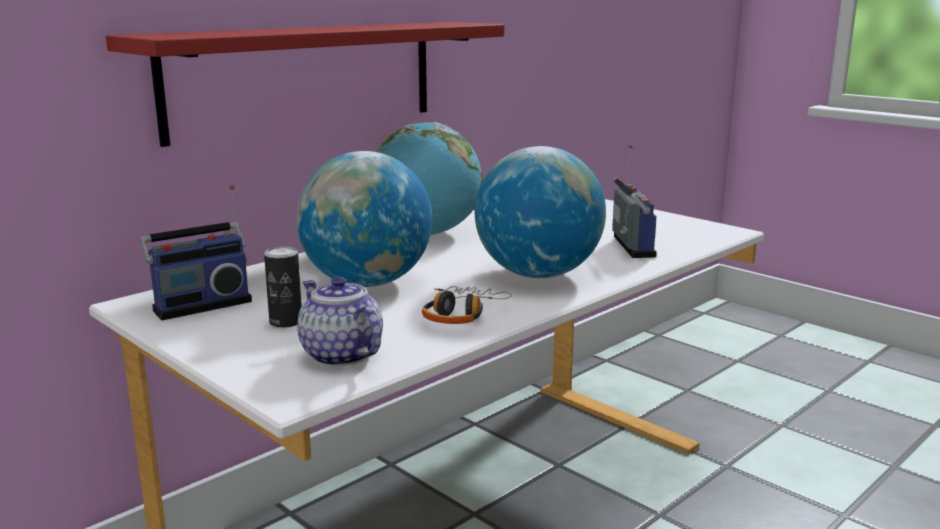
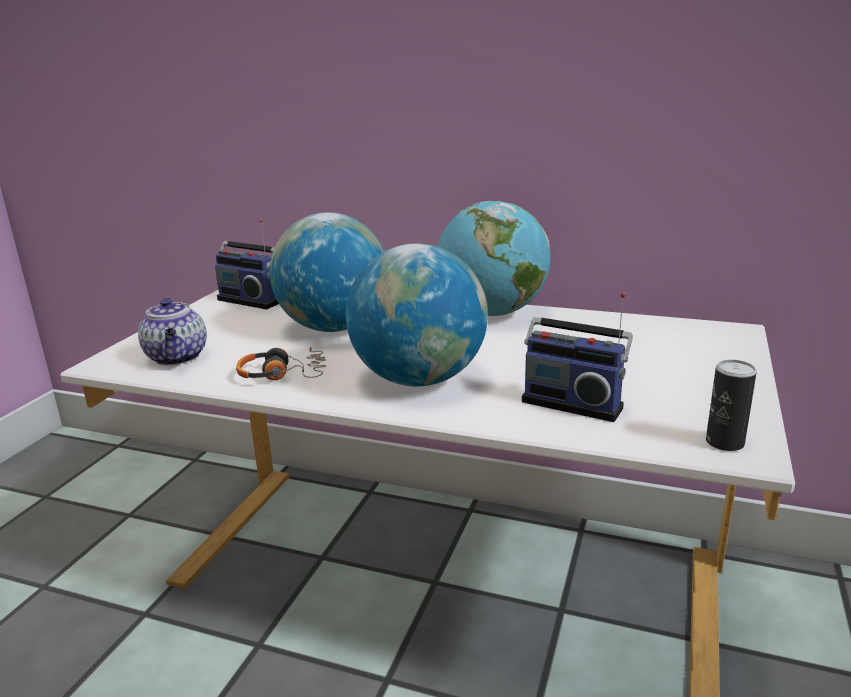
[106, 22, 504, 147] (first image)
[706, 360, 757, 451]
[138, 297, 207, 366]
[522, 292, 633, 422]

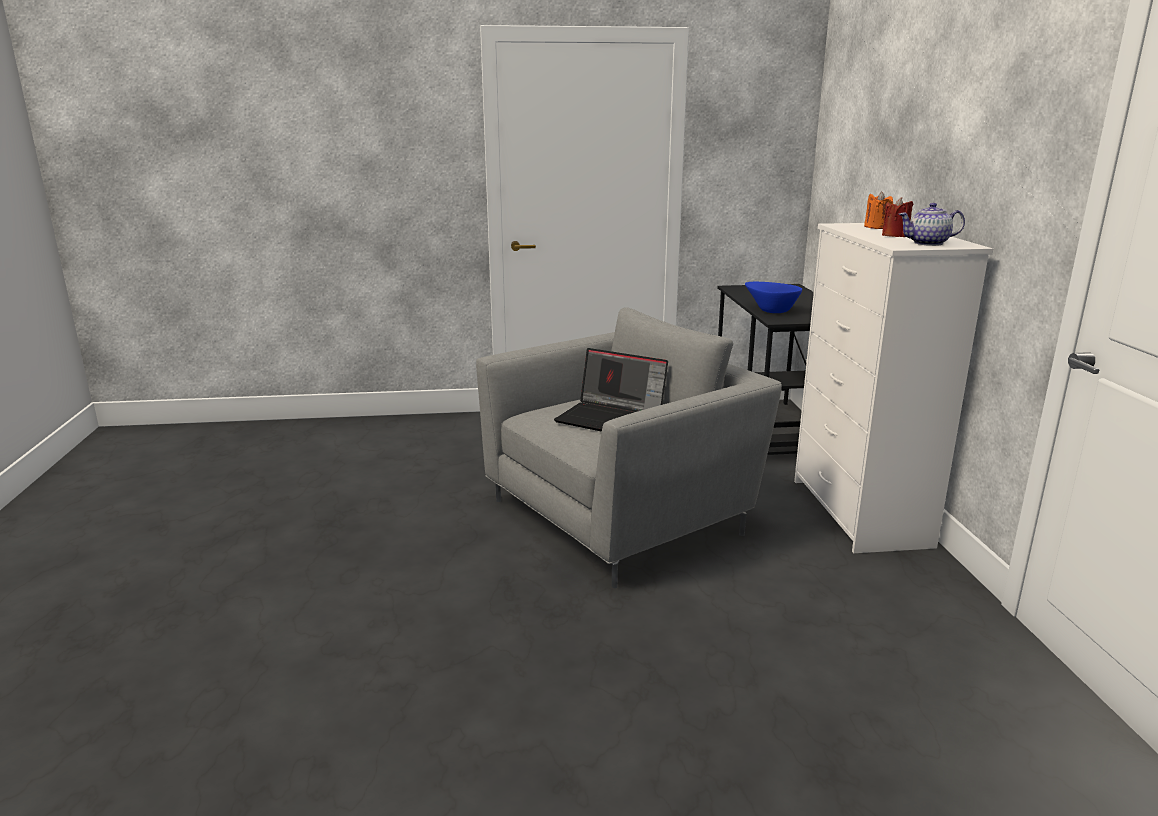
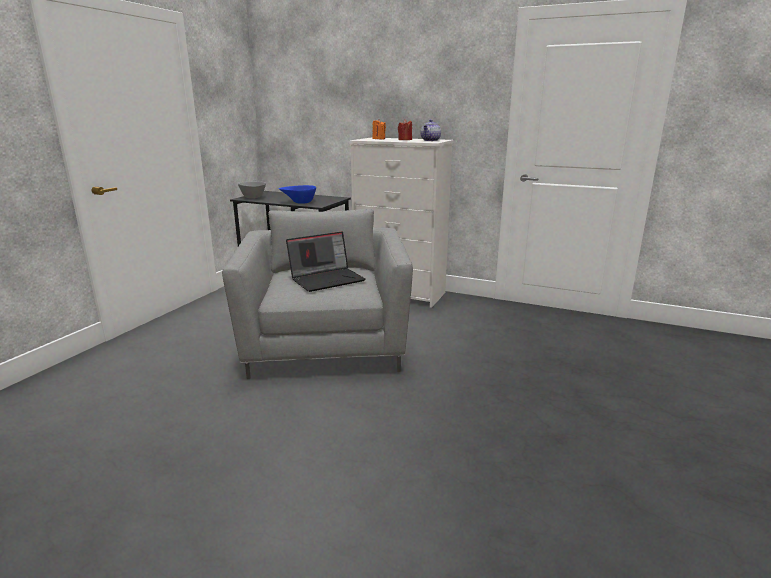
[238, 181, 266, 198]

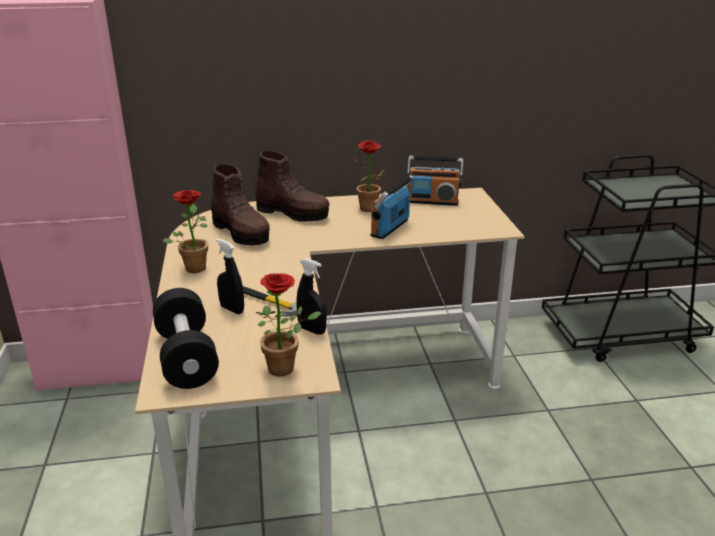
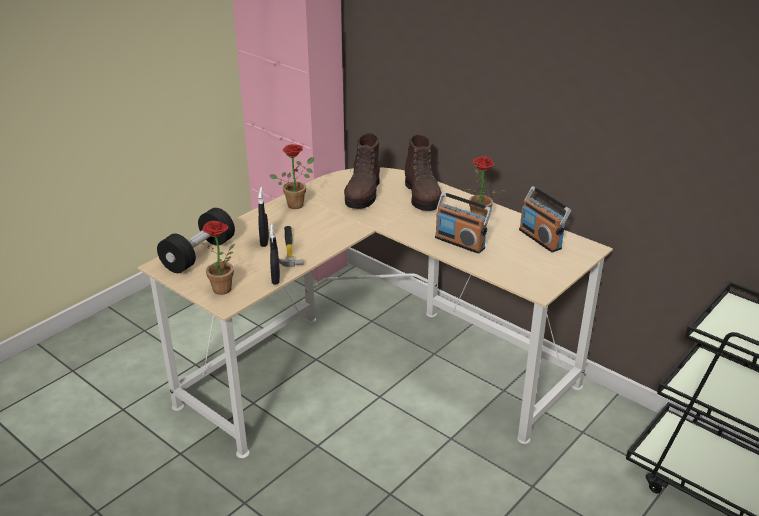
[435, 192, 492, 254]

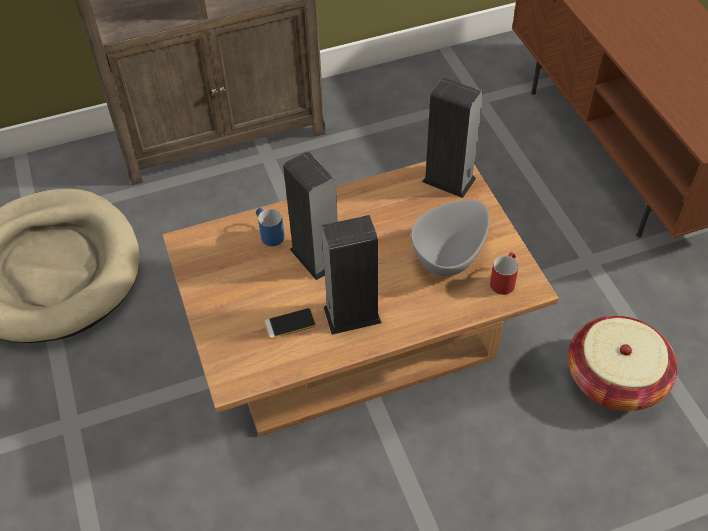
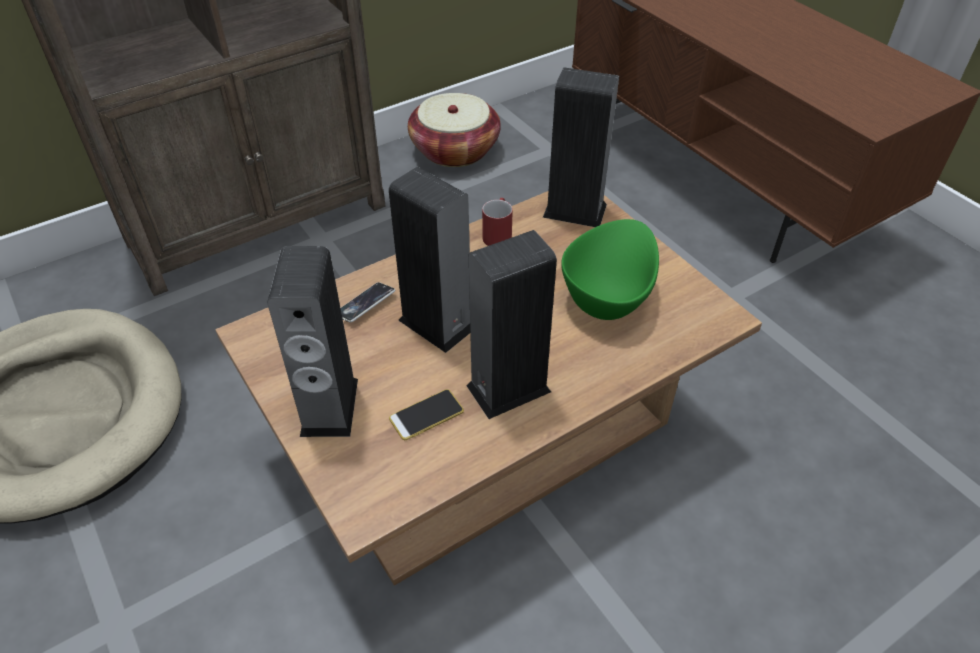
[267, 246, 358, 437]
[482, 198, 513, 246]
[408, 93, 501, 167]
[341, 282, 396, 323]
[561, 219, 659, 320]

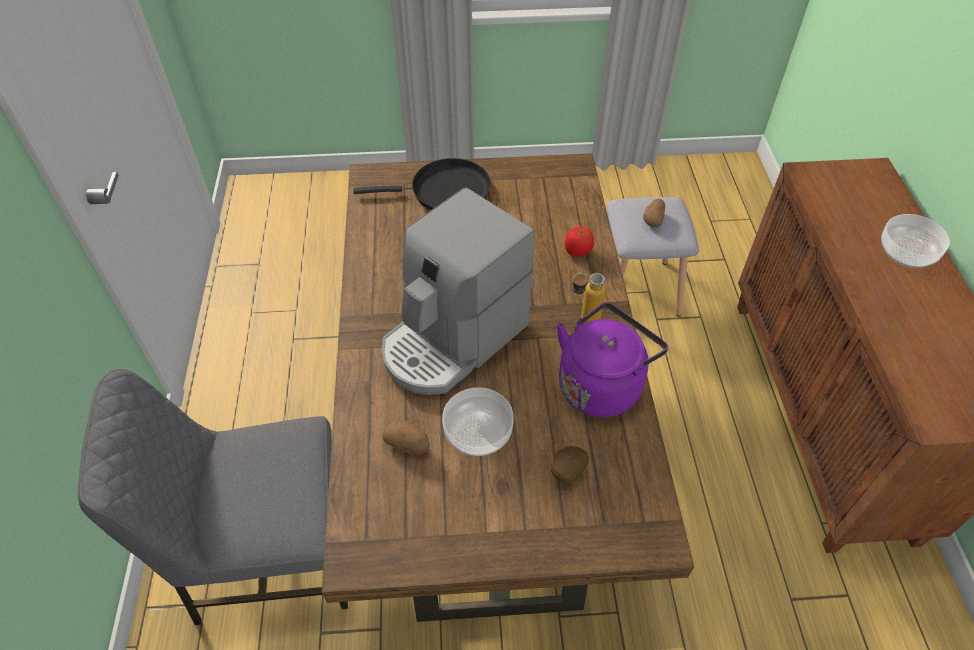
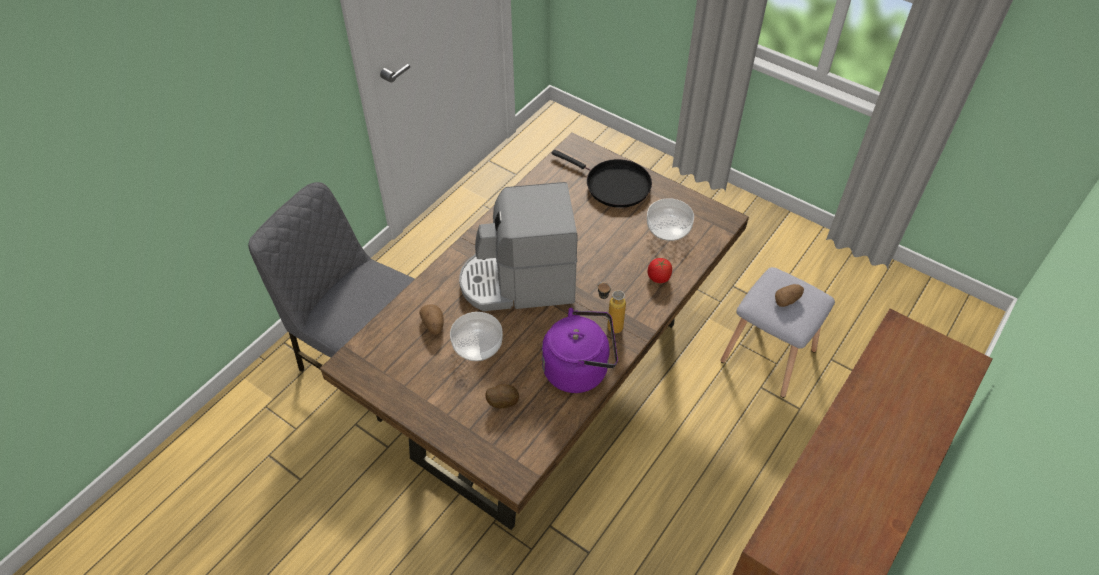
[647, 198, 694, 241]

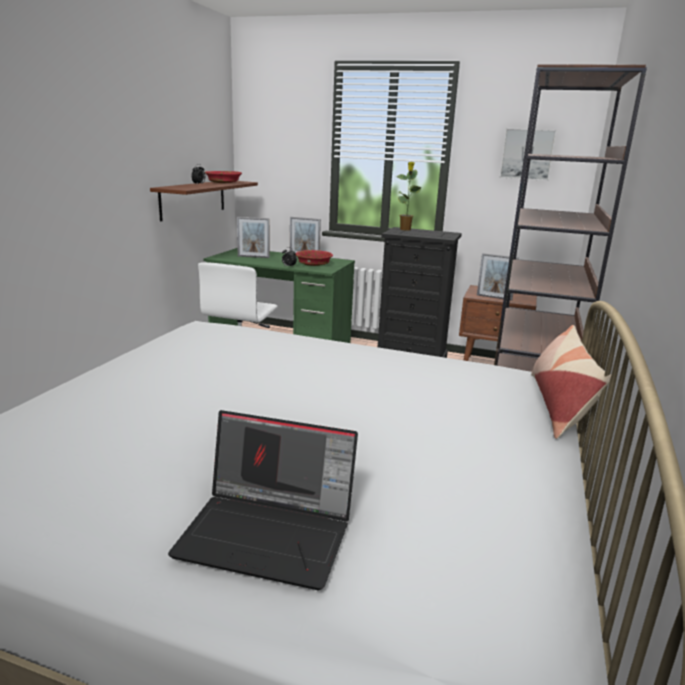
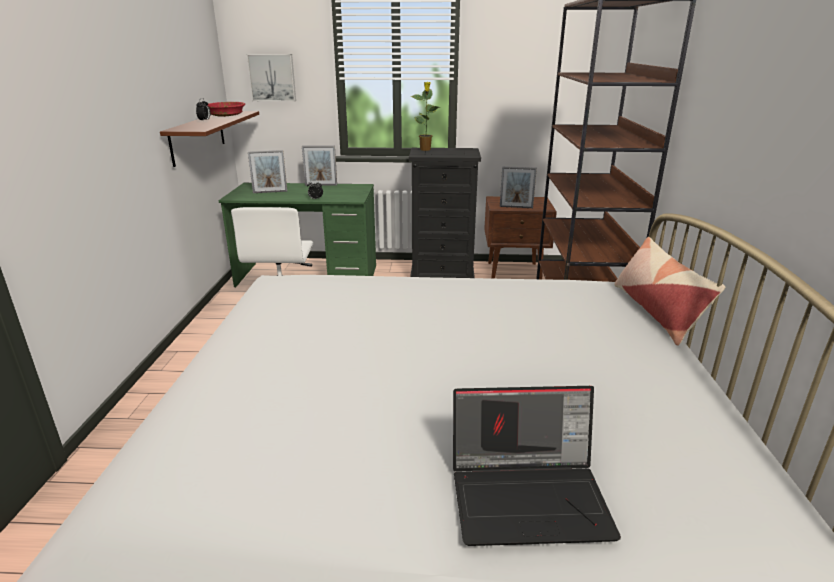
[296, 250, 333, 266] (first image)
[247, 54, 296, 102]

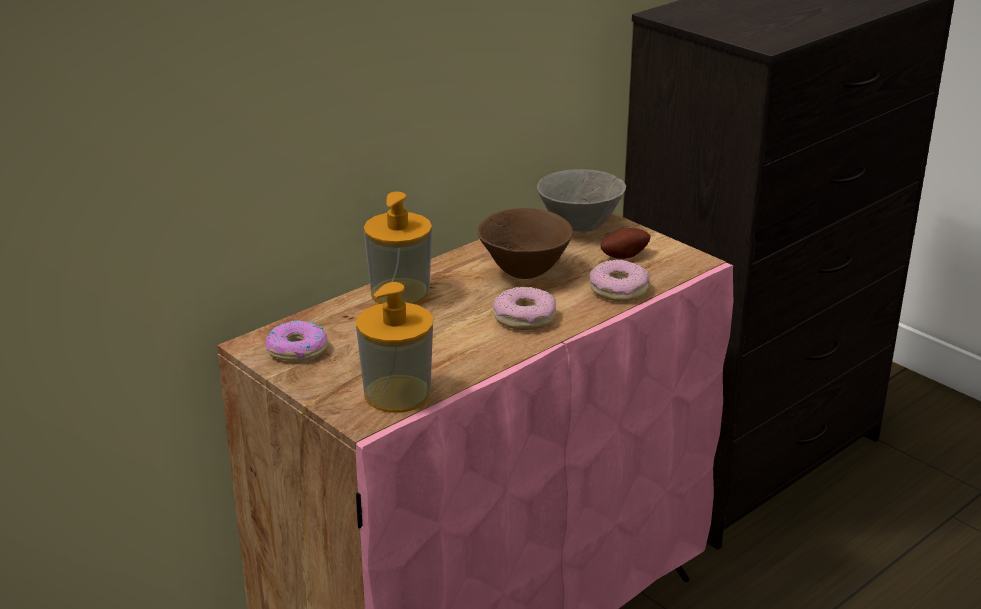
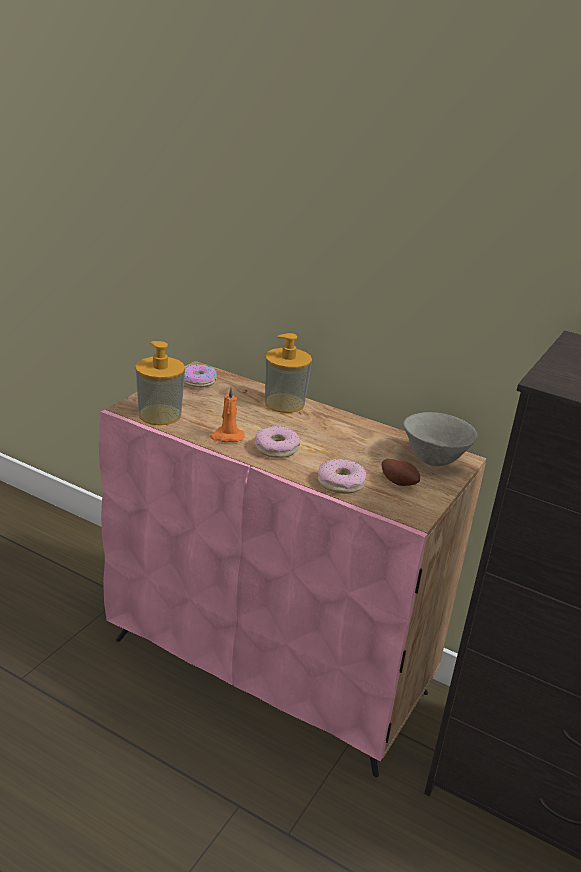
[477, 208, 573, 279] (first image)
[210, 387, 245, 442]

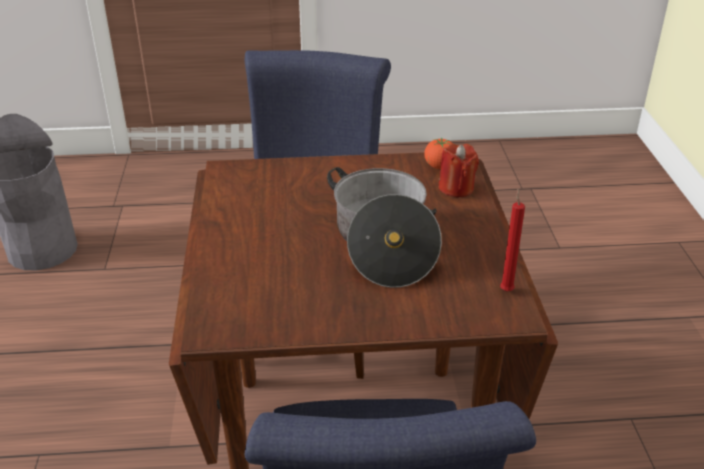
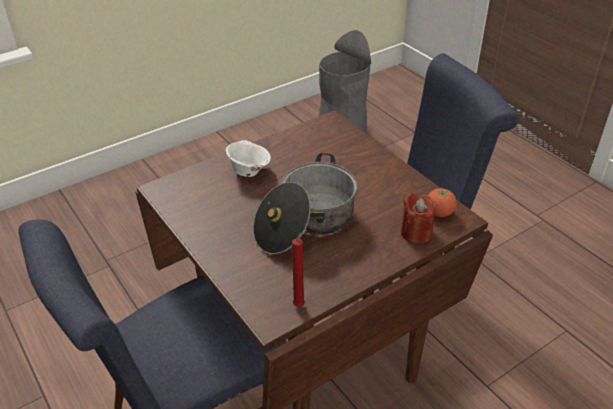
[226, 140, 271, 177]

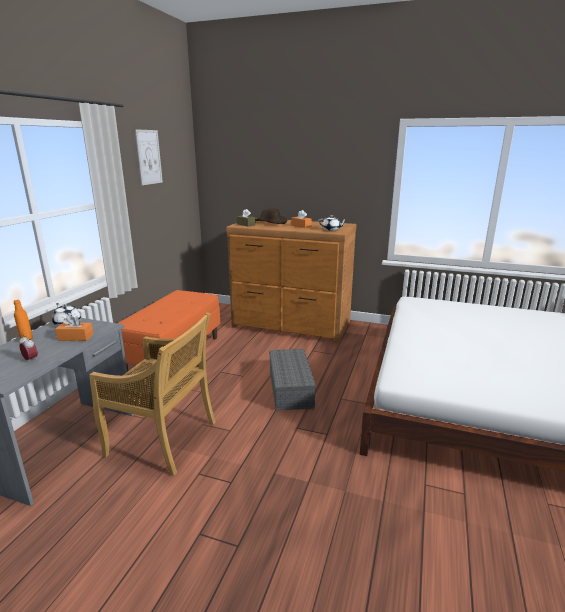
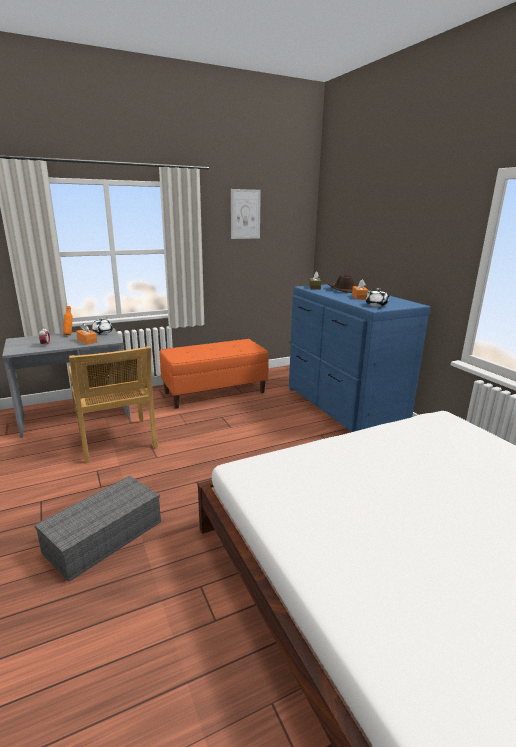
[34, 476, 161, 582]
[289, 284, 431, 432]

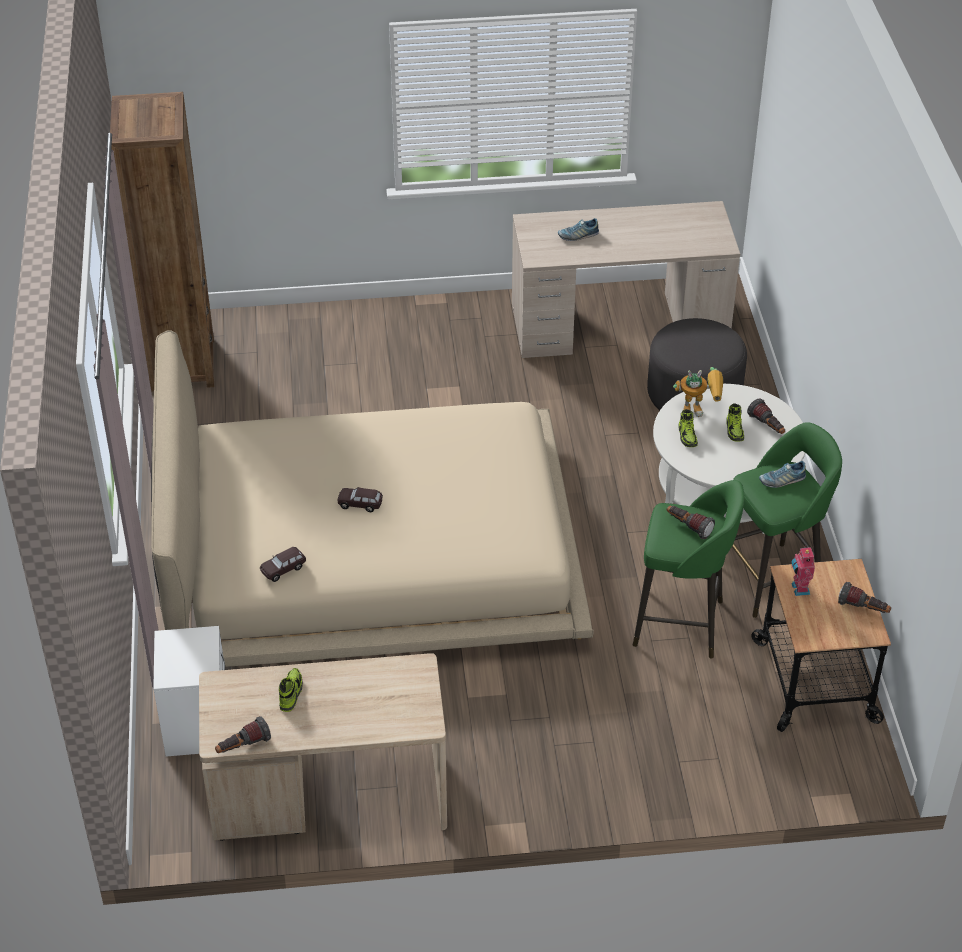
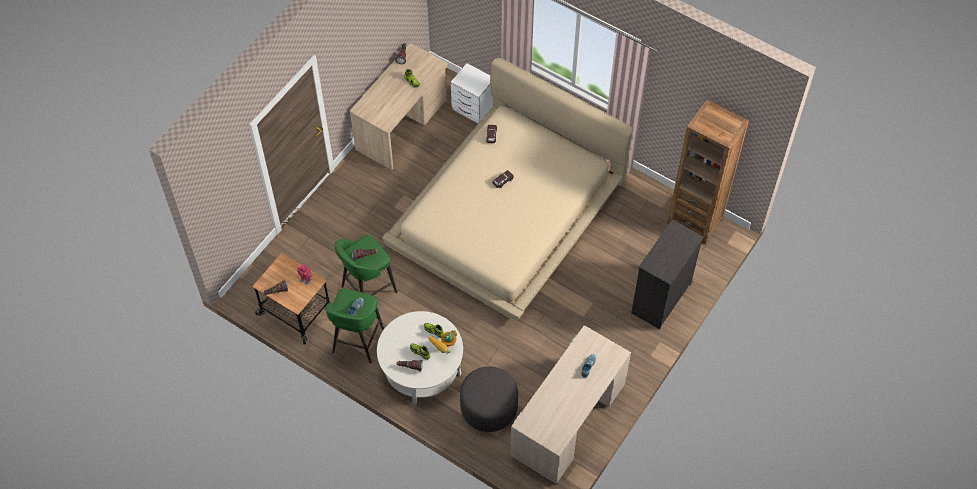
[631, 220, 704, 329]

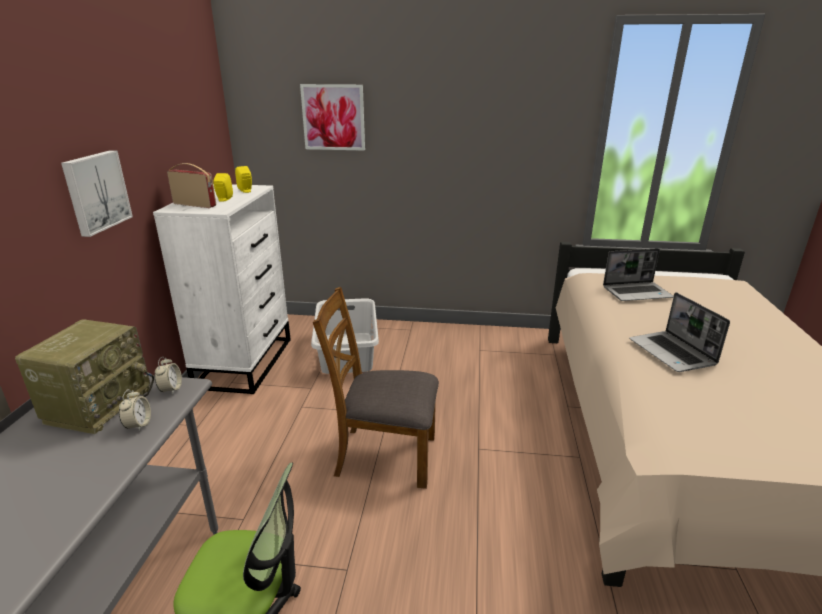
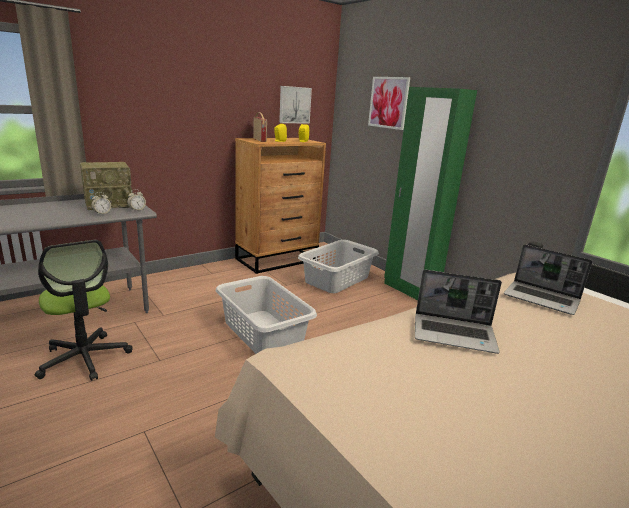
[384, 87, 477, 300]
[279, 86, 312, 124]
[215, 276, 317, 354]
[235, 138, 326, 274]
[415, 270, 502, 354]

